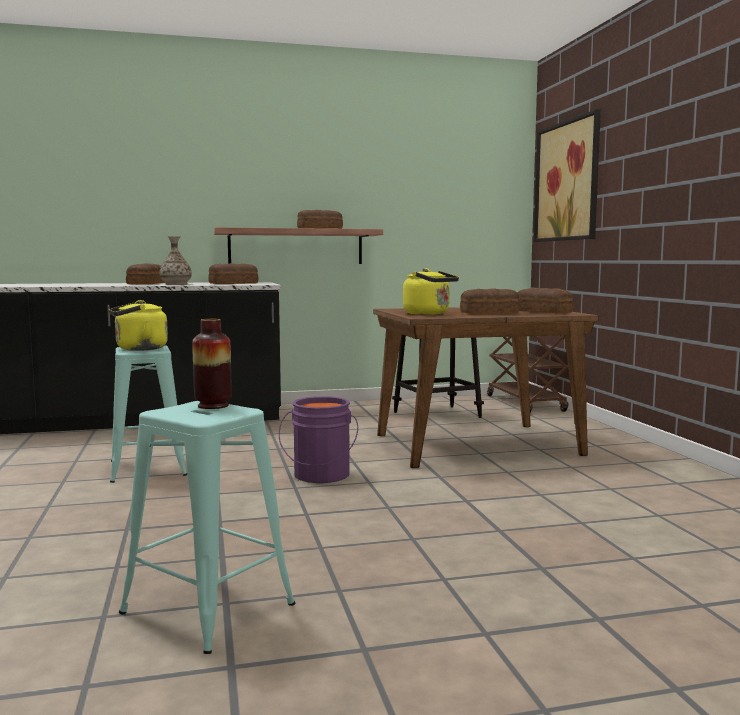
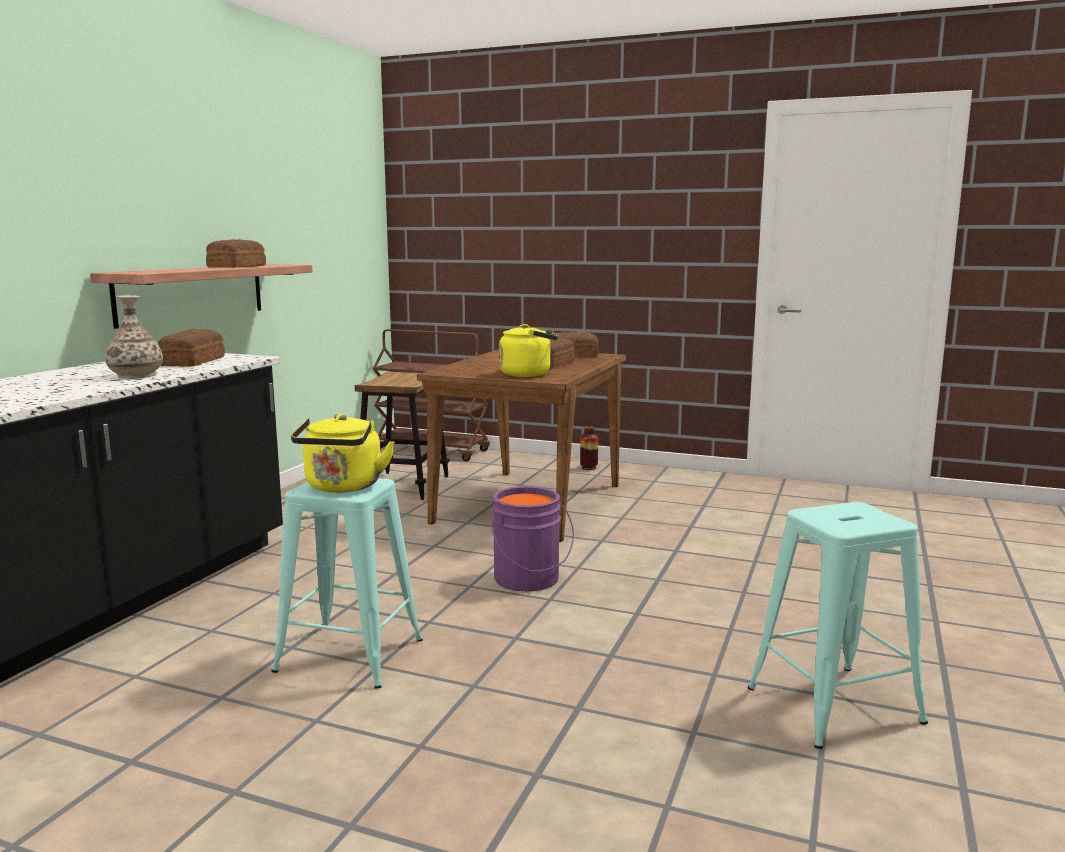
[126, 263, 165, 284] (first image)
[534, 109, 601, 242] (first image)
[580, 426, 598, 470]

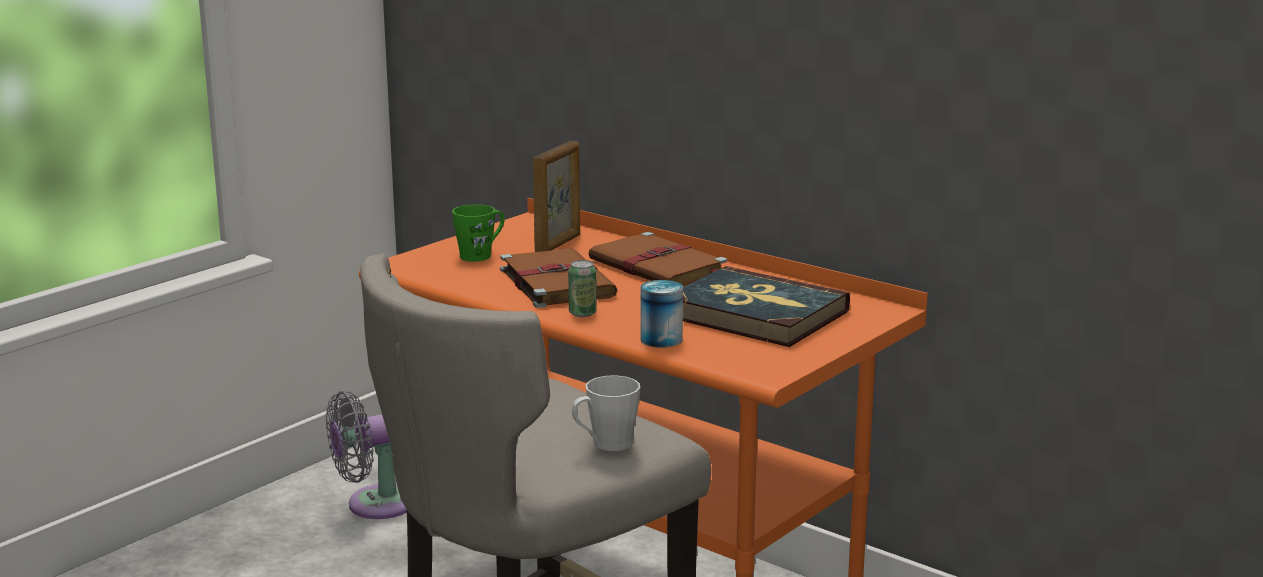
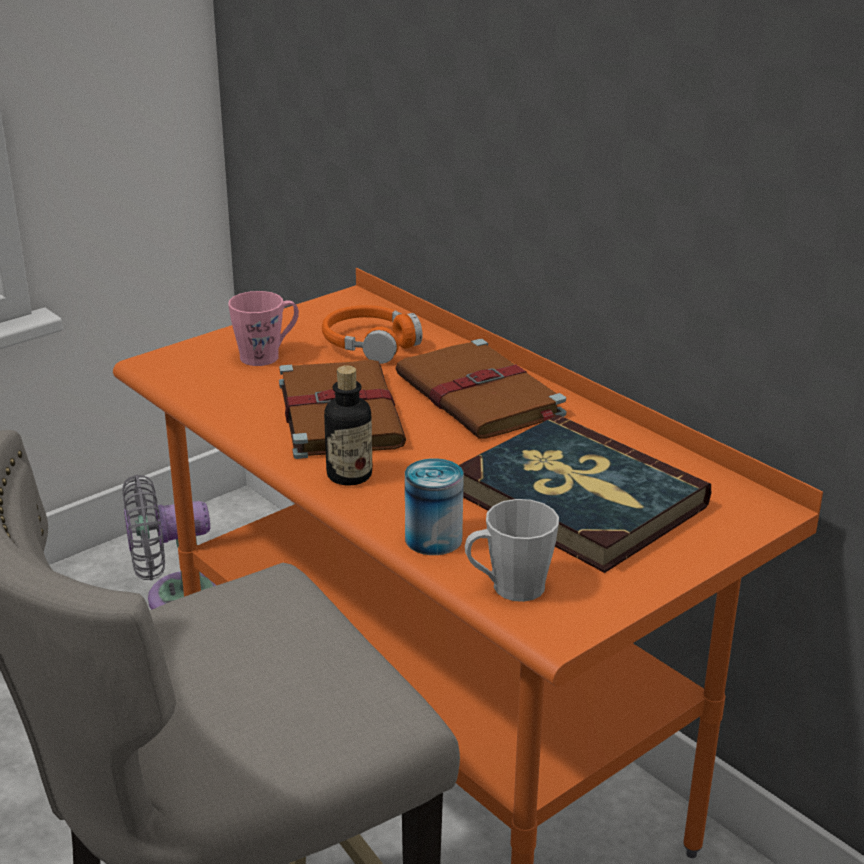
[465, 499, 559, 602]
[322, 305, 423, 364]
[324, 365, 372, 486]
[228, 291, 299, 366]

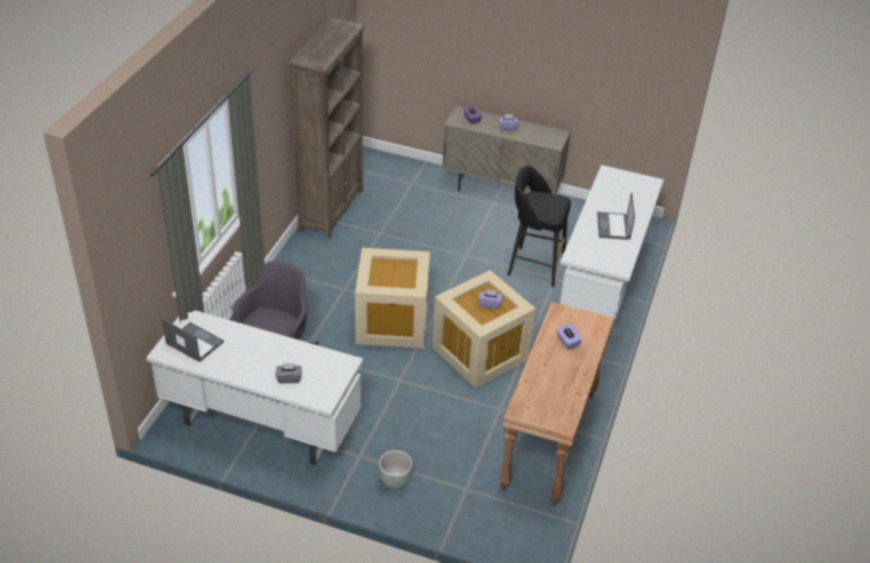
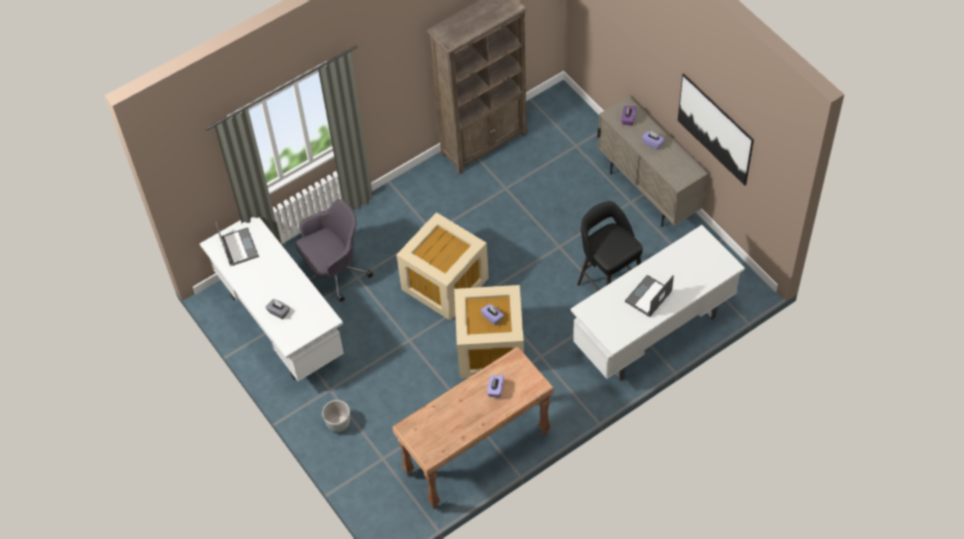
[678, 74, 754, 186]

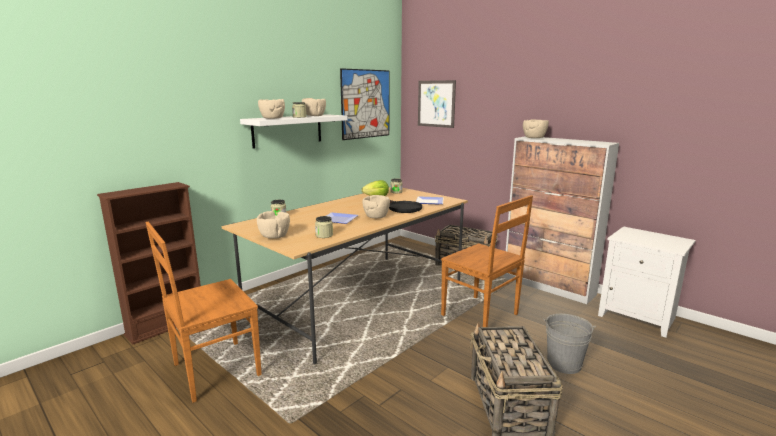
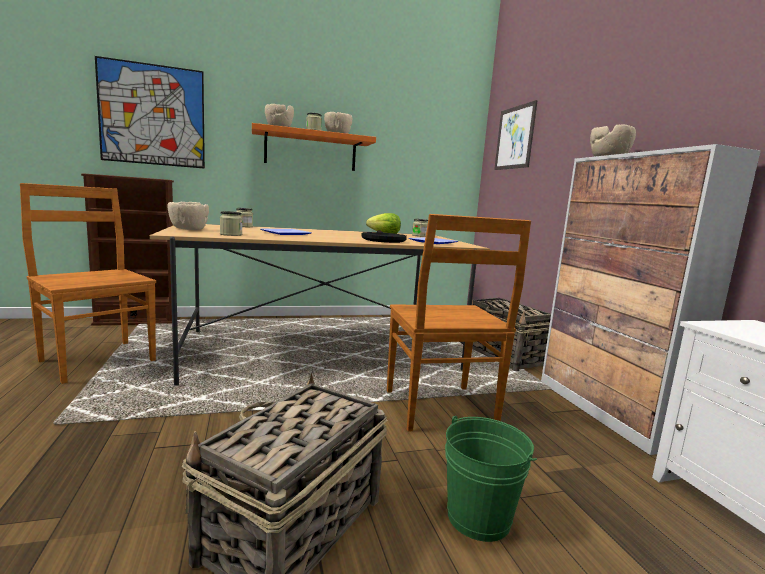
[362, 195, 390, 218] (first image)
[95, 56, 205, 169]
[252, 123, 376, 171]
[445, 416, 537, 542]
[20, 183, 156, 384]

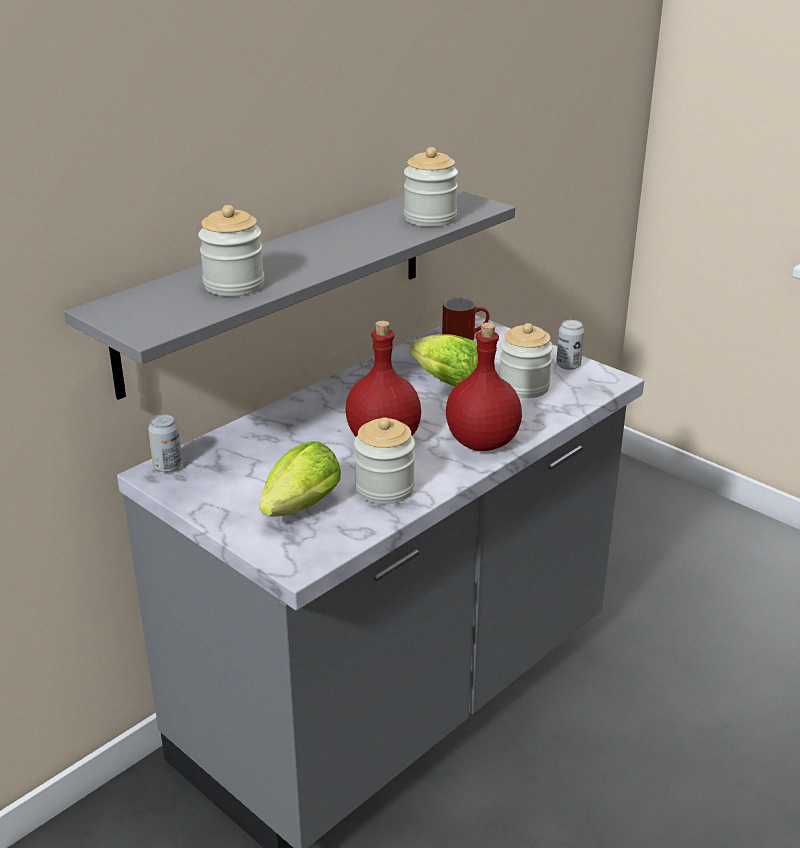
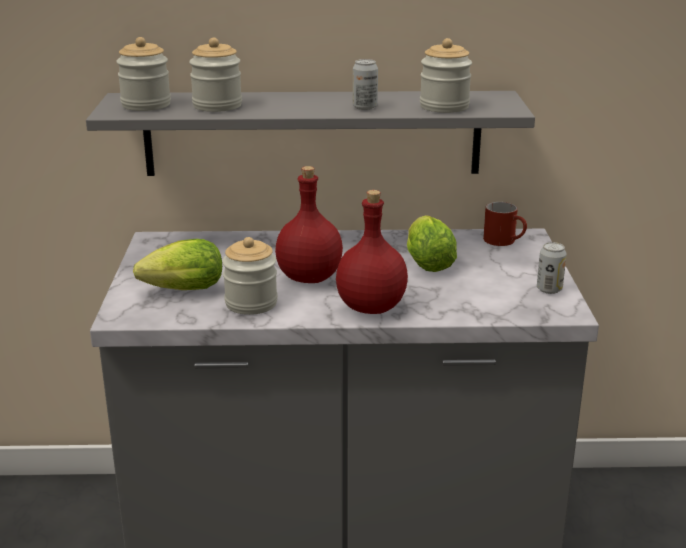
[353, 59, 378, 110]
[116, 37, 171, 111]

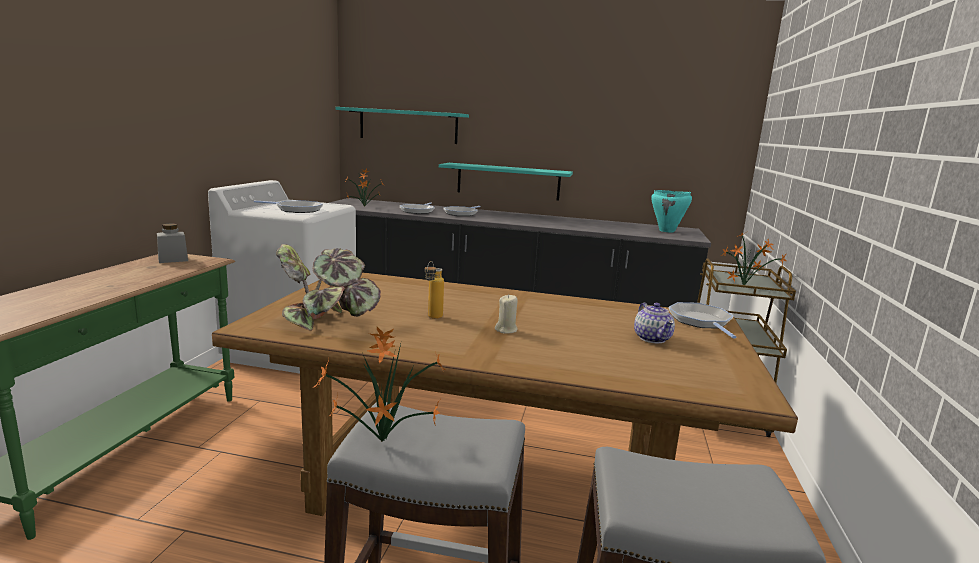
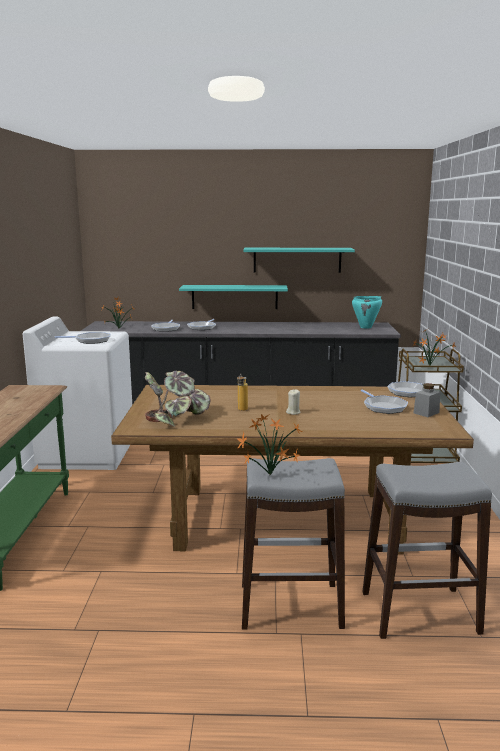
[414, 383, 440, 417]
[243, 248, 355, 273]
[361, 390, 408, 414]

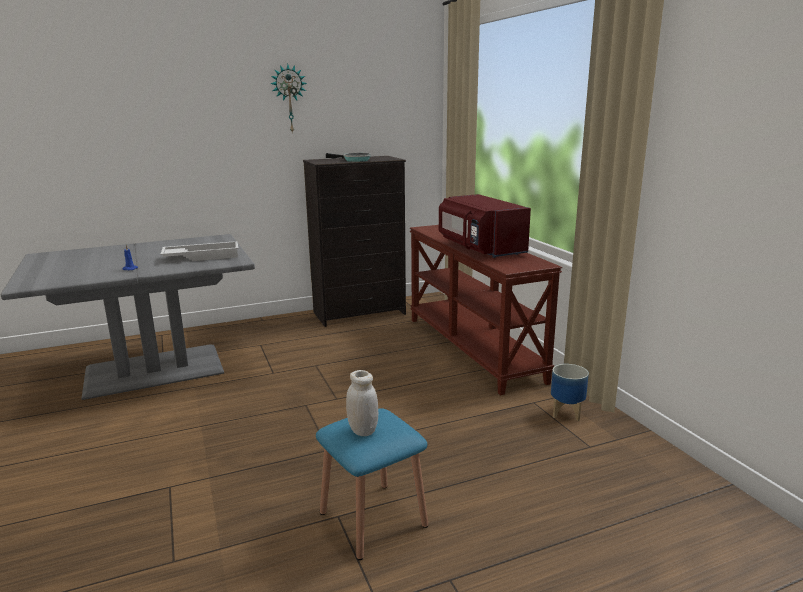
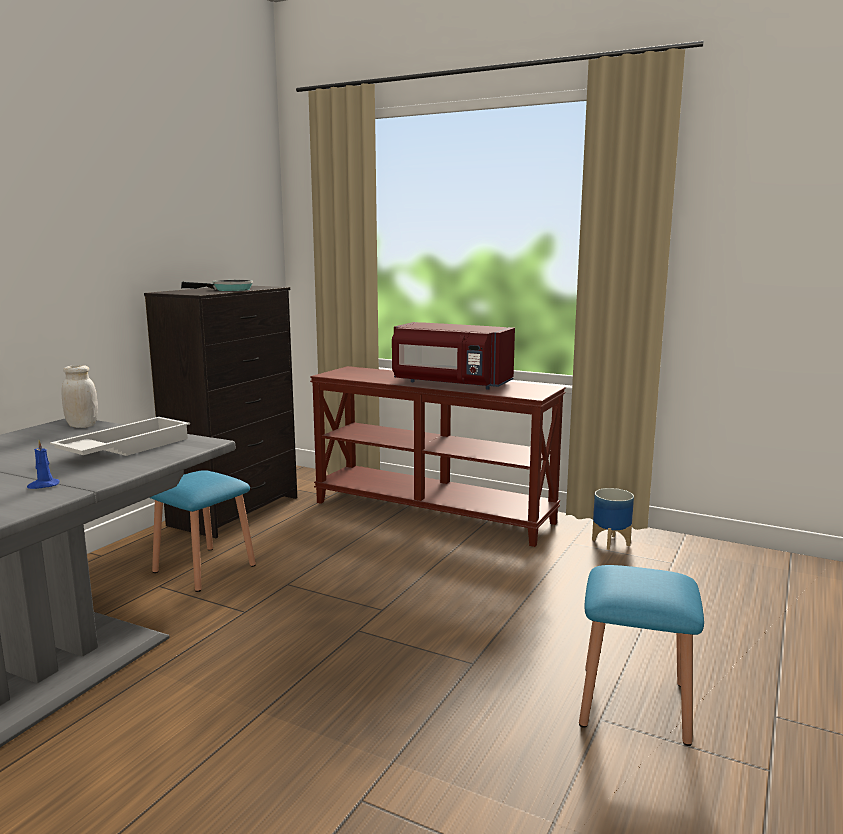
[270, 64, 307, 134] (first image)
[150, 470, 256, 592]
[61, 365, 98, 428]

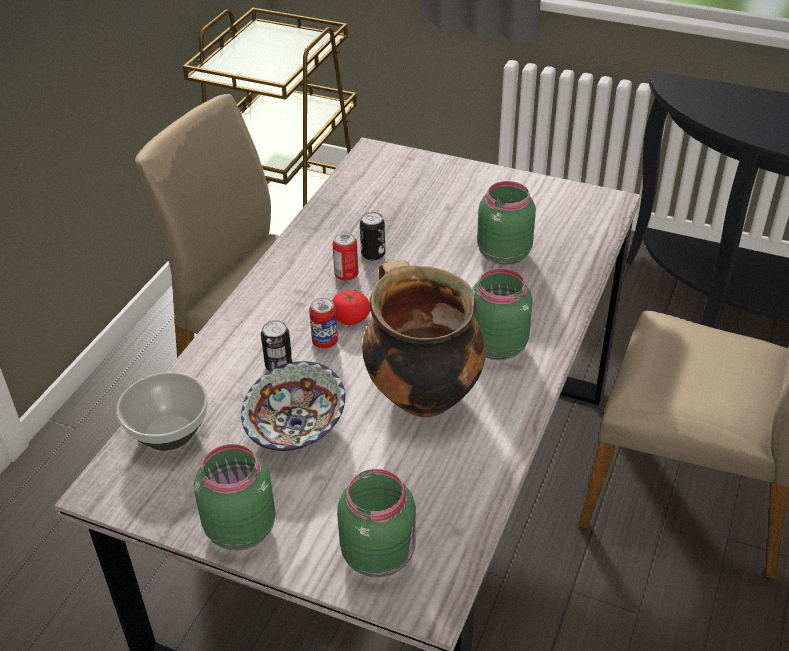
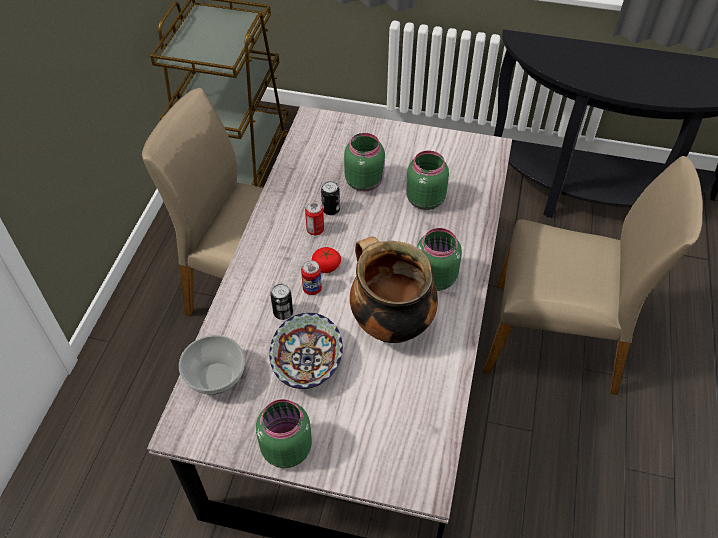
[344, 133, 385, 192]

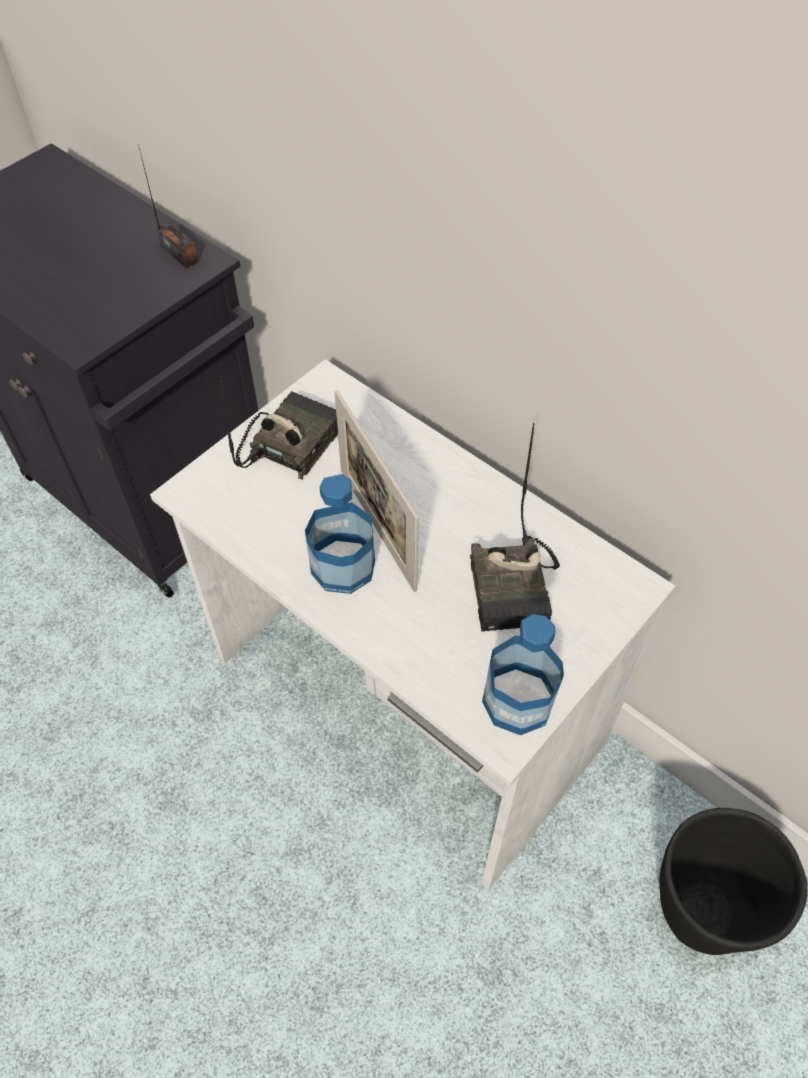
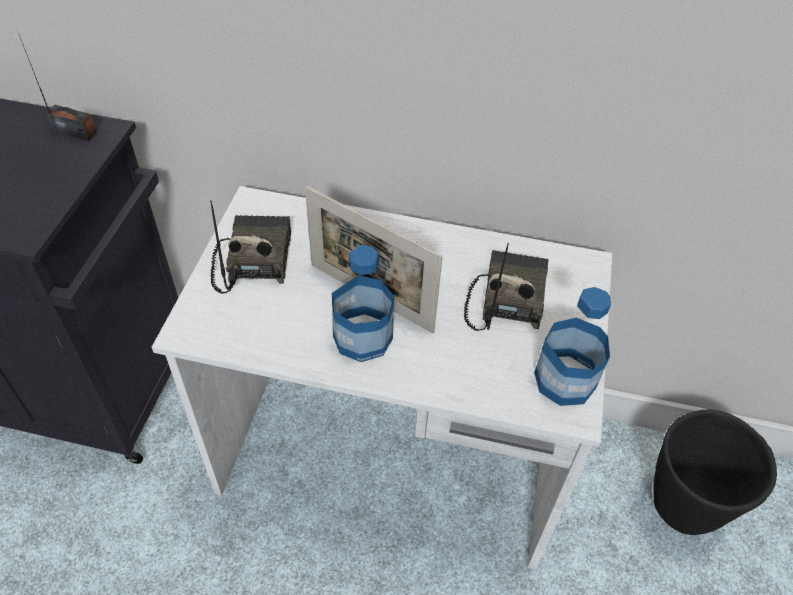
[464, 243, 549, 331]

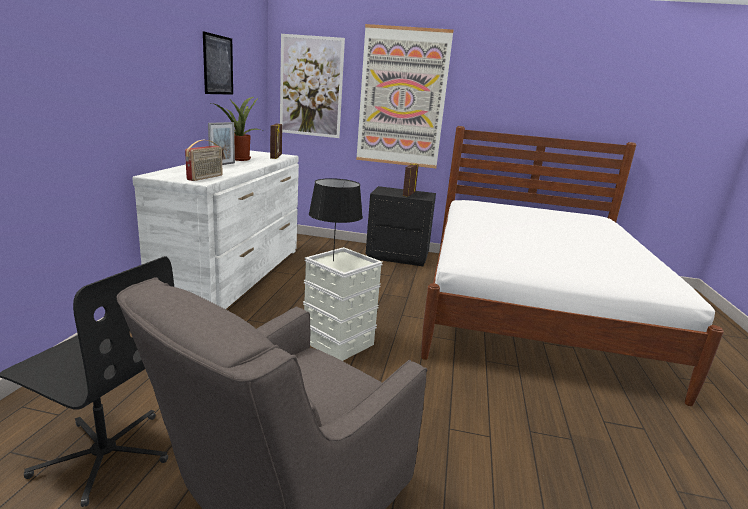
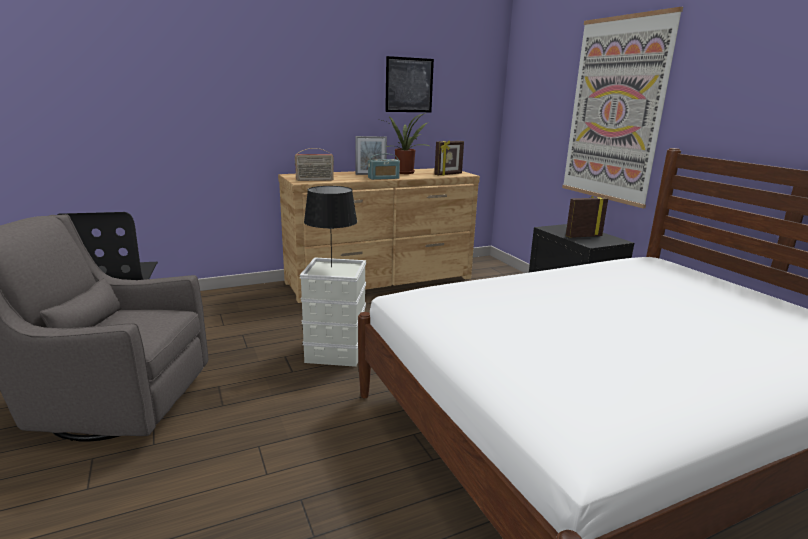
[280, 34, 345, 138] (first image)
[368, 154, 400, 180]
[278, 168, 480, 303]

